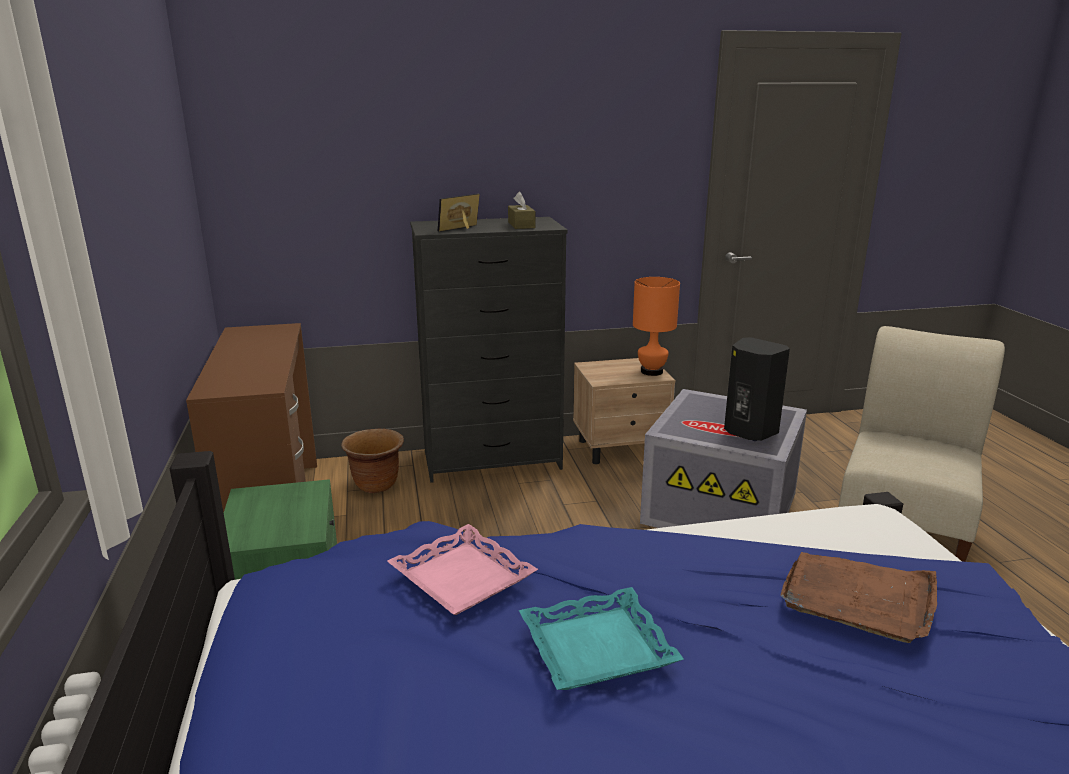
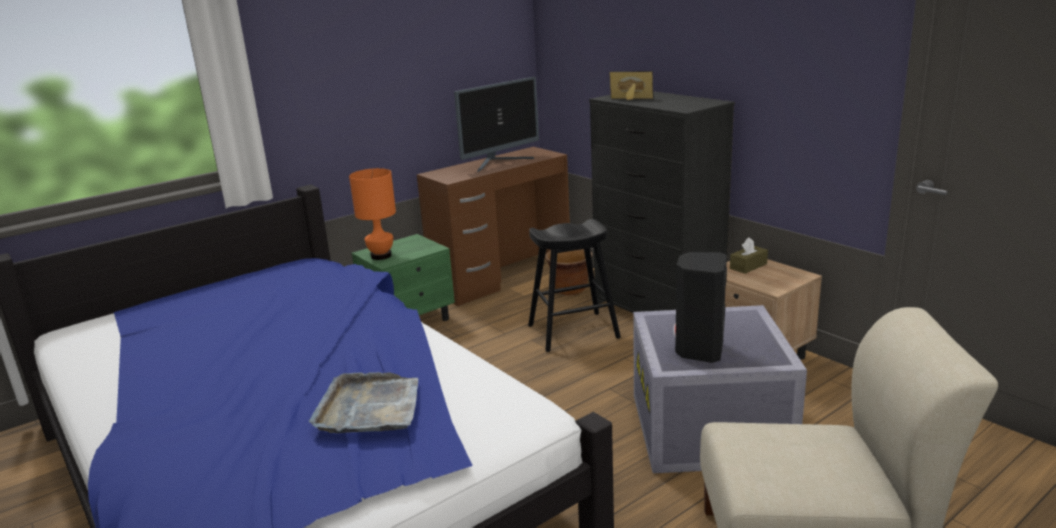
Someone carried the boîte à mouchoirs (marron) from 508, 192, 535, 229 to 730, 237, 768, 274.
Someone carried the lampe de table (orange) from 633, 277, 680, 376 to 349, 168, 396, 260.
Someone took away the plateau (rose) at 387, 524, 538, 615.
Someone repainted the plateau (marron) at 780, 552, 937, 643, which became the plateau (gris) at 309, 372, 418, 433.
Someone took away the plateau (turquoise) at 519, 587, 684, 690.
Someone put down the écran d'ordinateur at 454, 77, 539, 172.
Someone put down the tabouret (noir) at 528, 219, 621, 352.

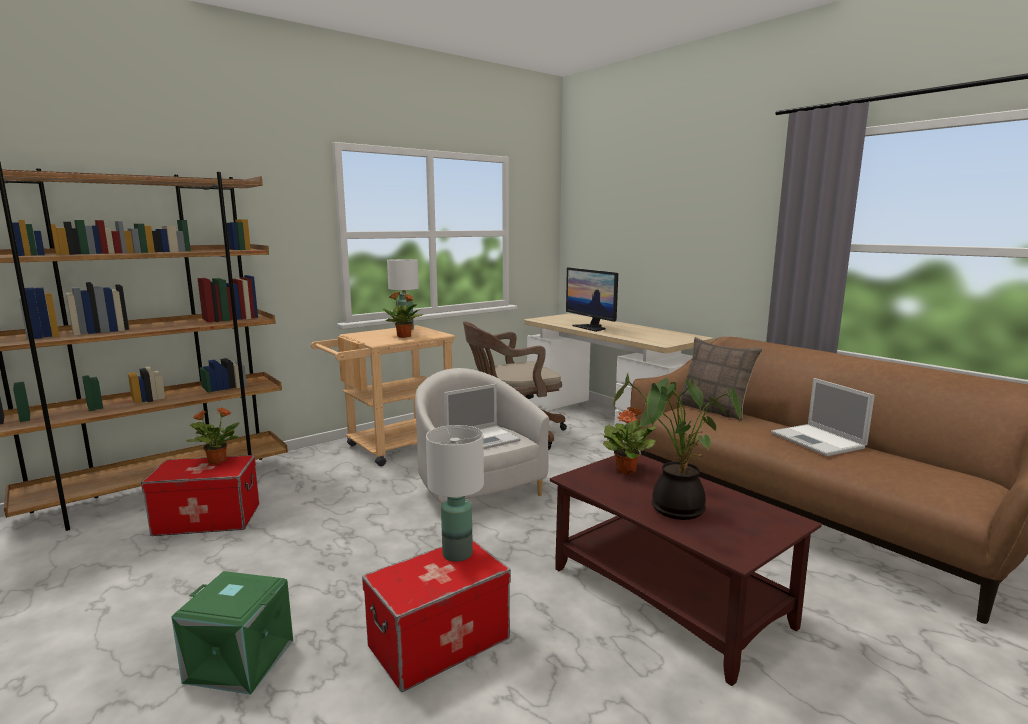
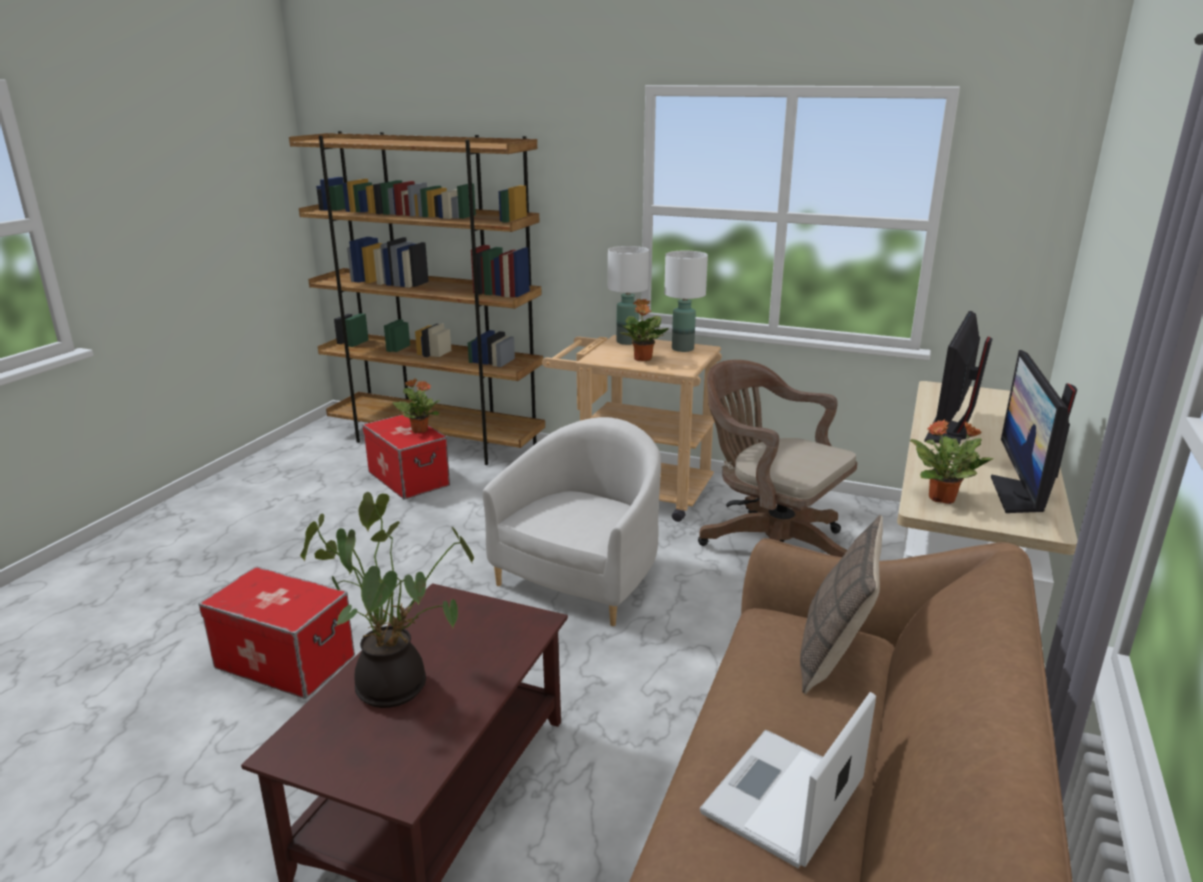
Someone took away the ordinateur portable at 444, 384, 521, 449.
Someone carried the plante en pot from 602, 407, 657, 474 to 910, 419, 993, 504.
Someone carried the lampe de table (blanc) from 426, 425, 484, 562 to 608, 246, 649, 345.
Someone took away the boîte de rangement (vert) at 171, 571, 293, 695.
Someone put down the écran d'ordinateur at 991, 350, 1078, 513.

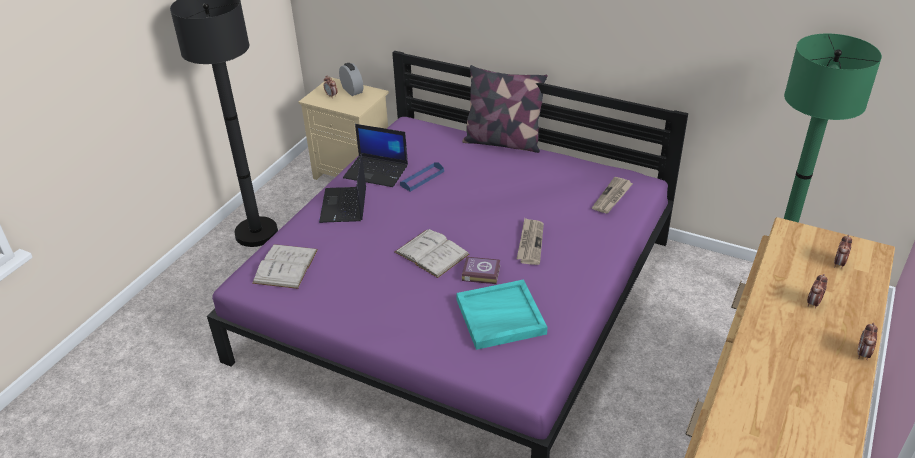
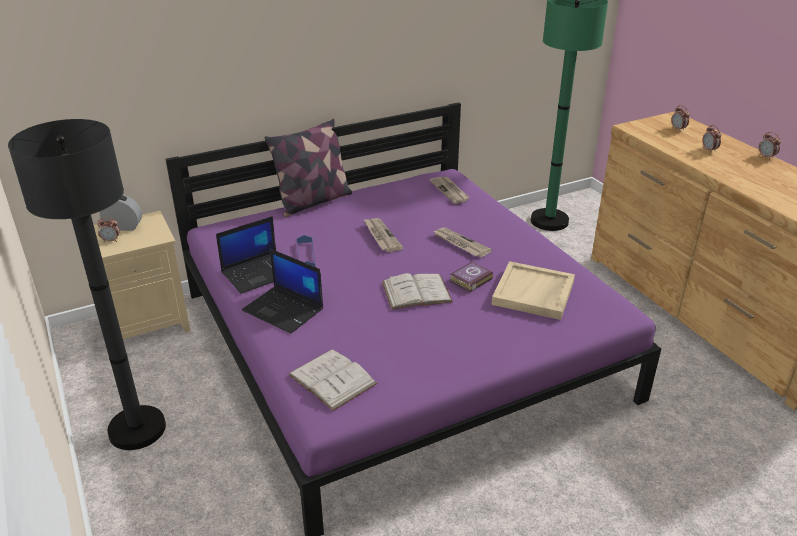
Someone repainted the plateau (turquoise) at 456, 279, 547, 350, which became the plateau (beige) at 491, 261, 575, 320.
Someone put down the journal at 364, 218, 404, 252.

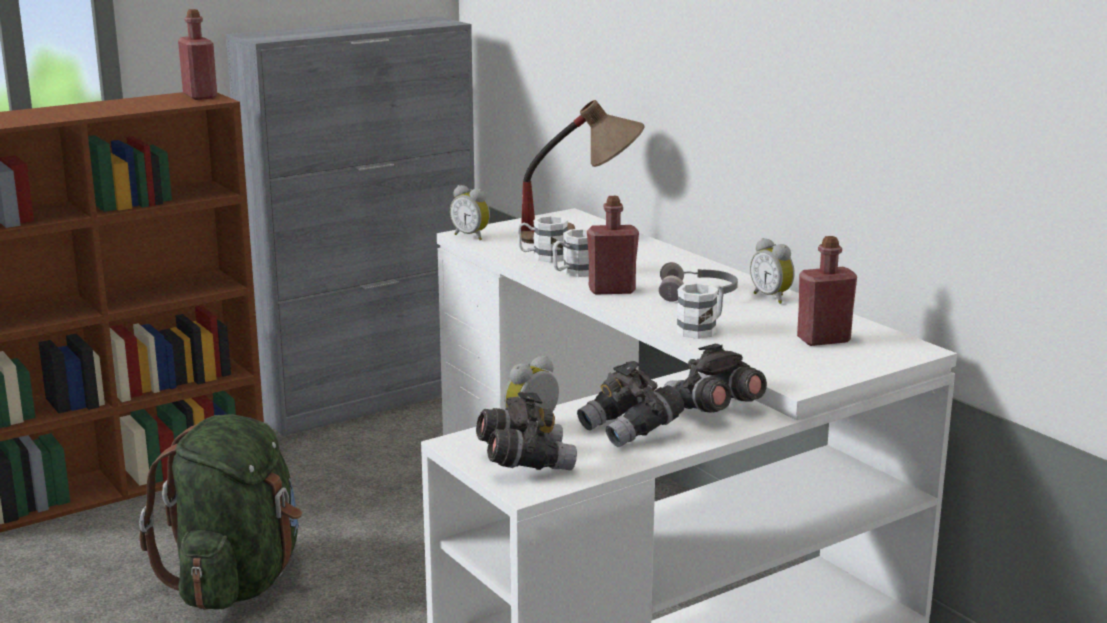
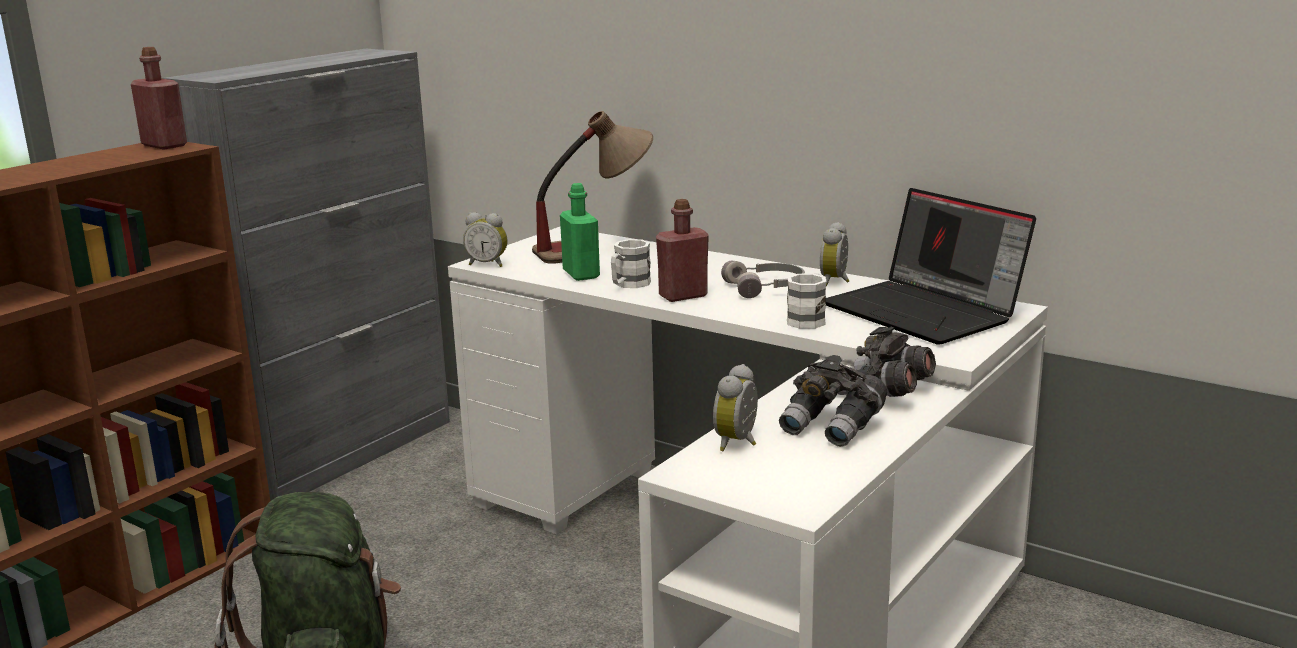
Someone swapped the mug (blanc) at 518, 216, 568, 262 for the bouteille (vert) at 560, 183, 600, 281.
Someone swapped the bouteille (rouge) at 797, 236, 857, 346 for the ordinateur portable at 826, 188, 1036, 345.
Someone rotated the réveil at 750, 238, 795, 304 by 75 degrees clockwise.
Someone took away the jumelles (gris) at 476, 392, 577, 470.

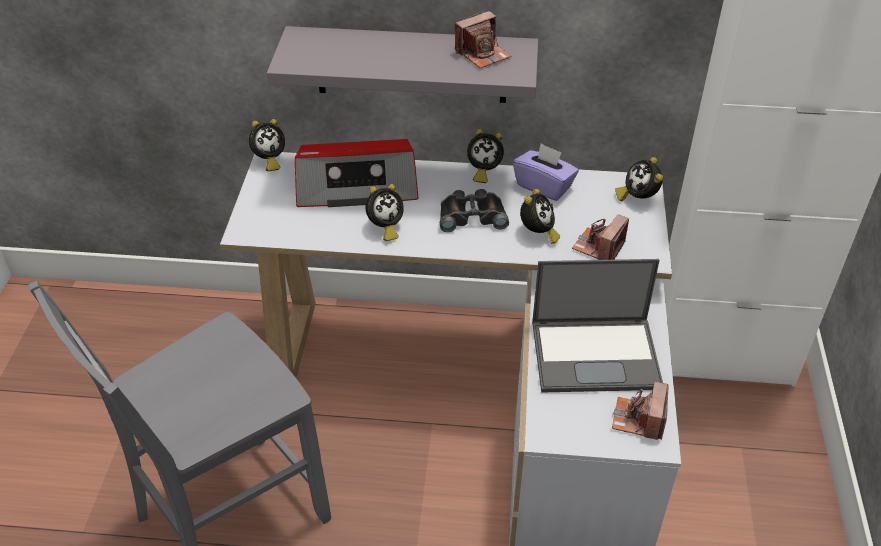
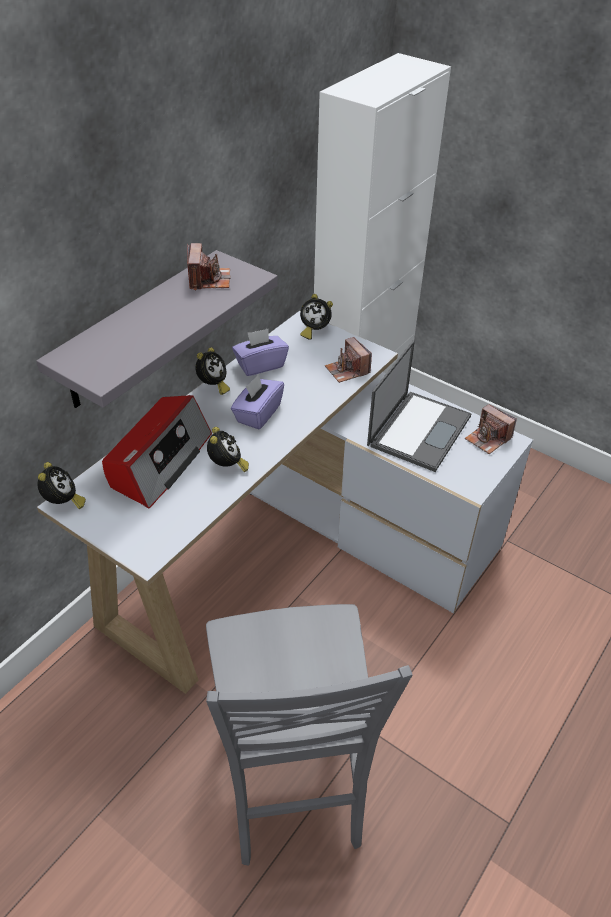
Someone swapped the jumelles (noir) at 440, 189, 509, 232 for the boîte à mouchoirs (violet) at 231, 374, 284, 430.
Someone took away the réveil at 520, 189, 560, 244.

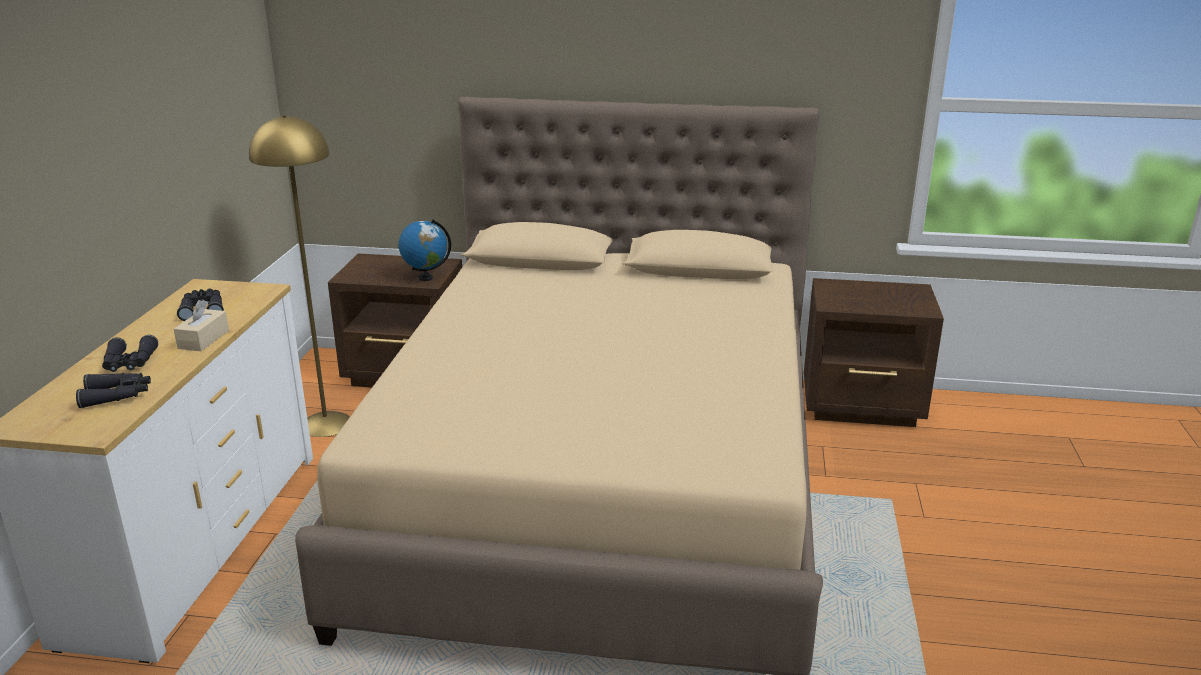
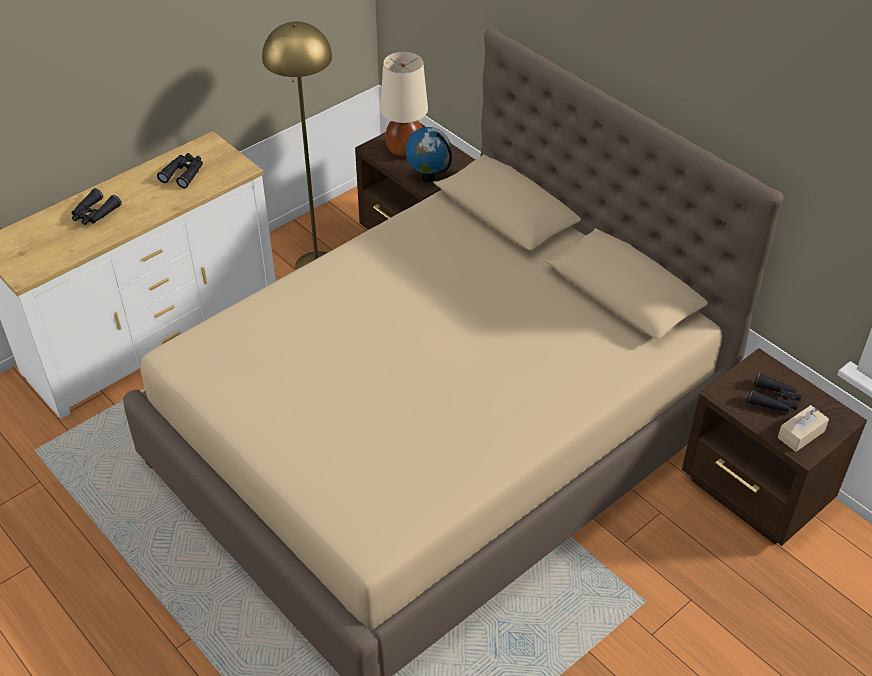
Someone carried the boîte à mouchoirs (beige) from 174, 300, 229, 351 to 778, 405, 829, 452.
Someone carried the jumelles (noir) from 76, 373, 151, 408 to 747, 373, 802, 412.
Someone put down the lampe de table (beige) at 380, 52, 428, 158.

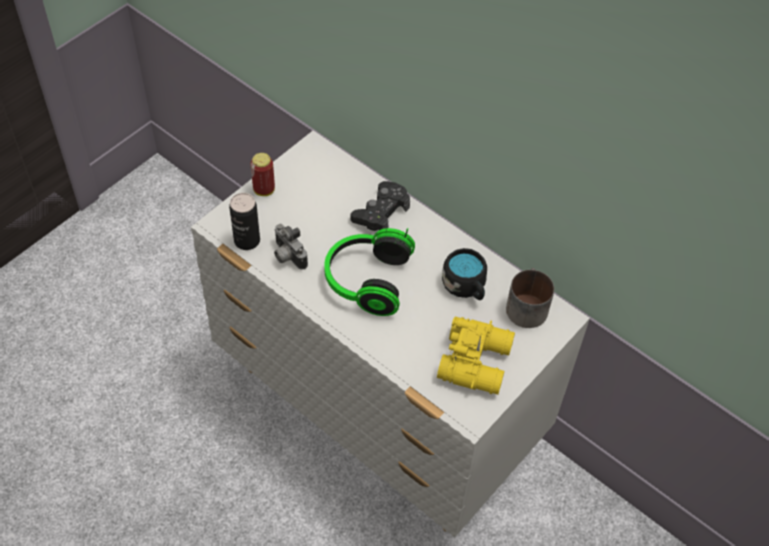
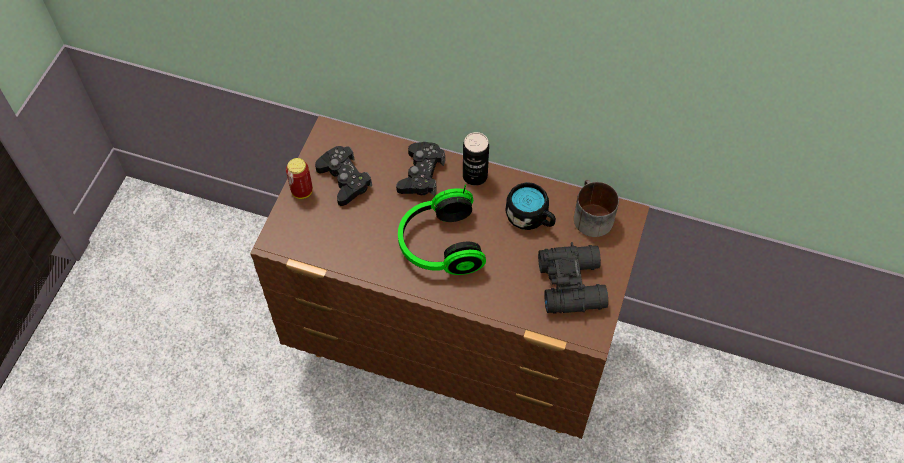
Someone repainted the commode (blanc) at 191, 130, 590, 538, which became the commode (marron) at 250, 116, 650, 439.
Someone carried the boîte métallique from 229, 193, 260, 250 to 463, 132, 489, 186.
Someone took away the appareil photo at 274, 224, 308, 270.
Someone repainted the jumelles (jaune) at 437, 317, 515, 394, which became the jumelles (noir) at 538, 242, 608, 314.
Someone put down the manette (noir) at 315, 146, 372, 206.

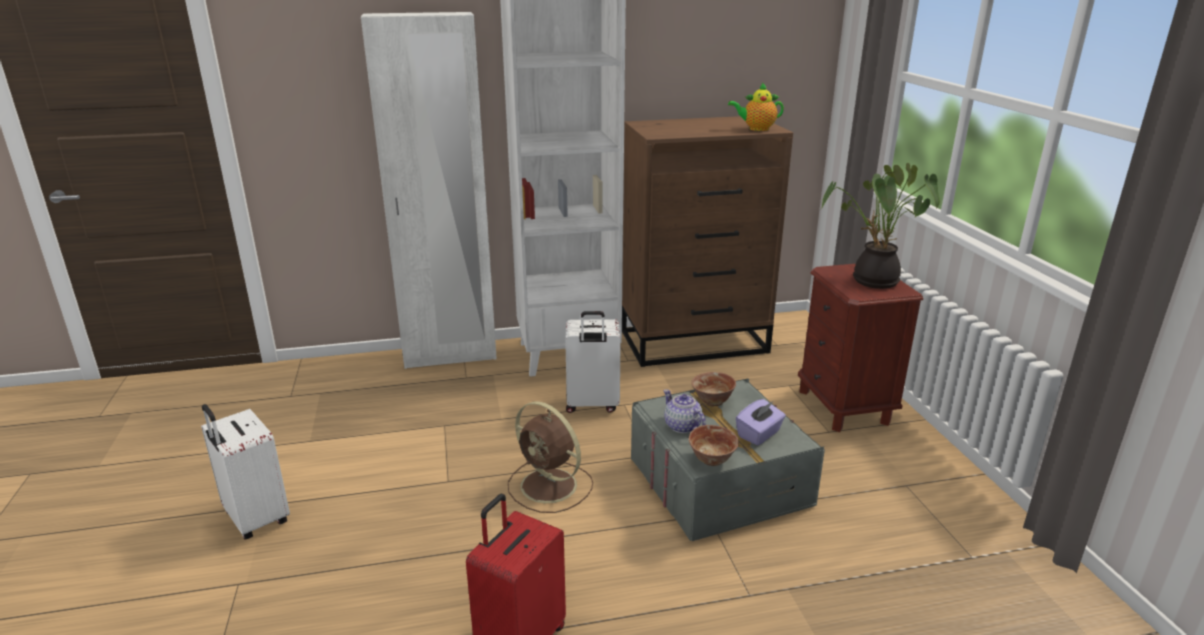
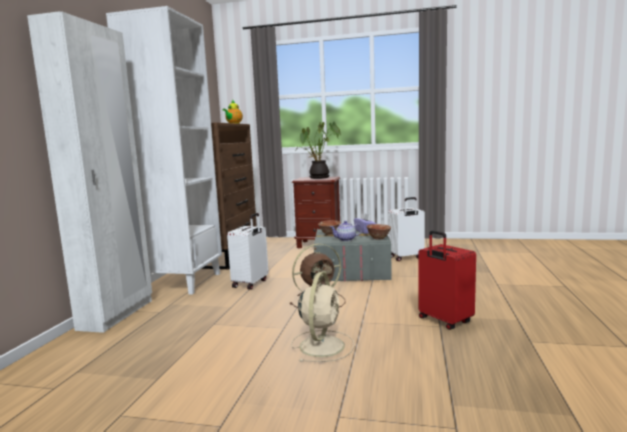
Someone carried the valise (blanc) from 201, 404, 290, 540 to 388, 197, 425, 261.
Someone put down the ventilateur (beige) at 291, 272, 354, 362.

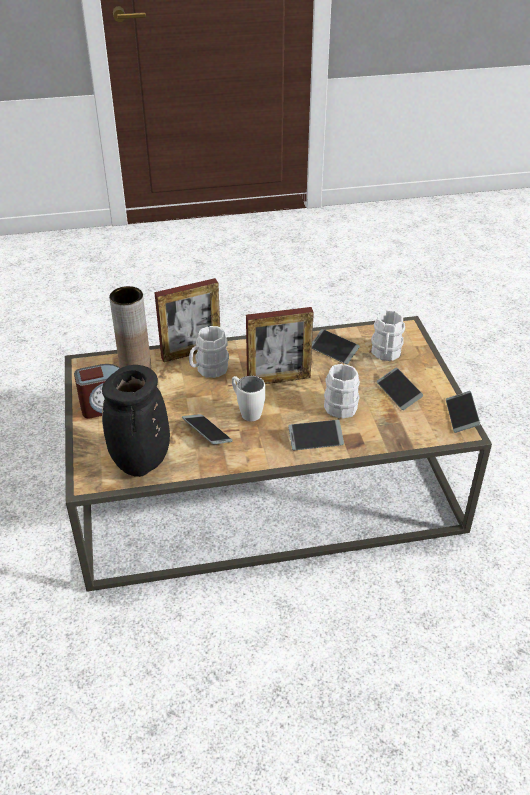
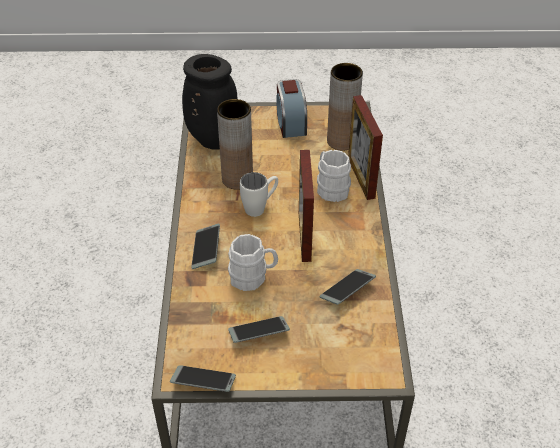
Someone took away the mug (blanc) at 371, 310, 405, 361.
Someone swapped the téléphone at 182, 414, 233, 444 for the vase (marron) at 217, 99, 253, 190.

